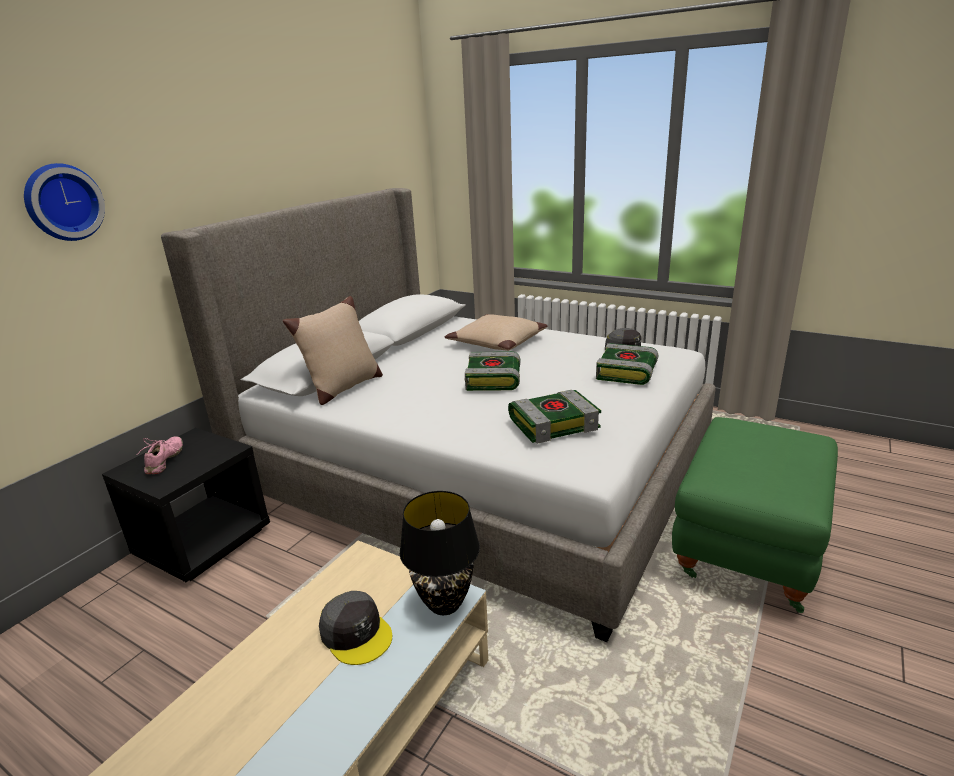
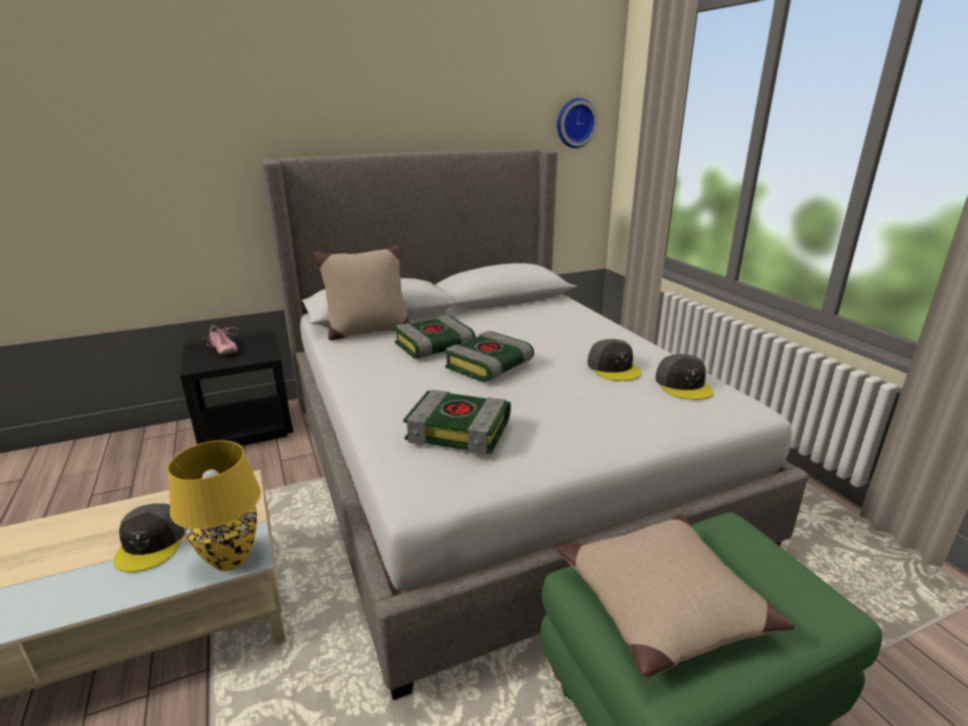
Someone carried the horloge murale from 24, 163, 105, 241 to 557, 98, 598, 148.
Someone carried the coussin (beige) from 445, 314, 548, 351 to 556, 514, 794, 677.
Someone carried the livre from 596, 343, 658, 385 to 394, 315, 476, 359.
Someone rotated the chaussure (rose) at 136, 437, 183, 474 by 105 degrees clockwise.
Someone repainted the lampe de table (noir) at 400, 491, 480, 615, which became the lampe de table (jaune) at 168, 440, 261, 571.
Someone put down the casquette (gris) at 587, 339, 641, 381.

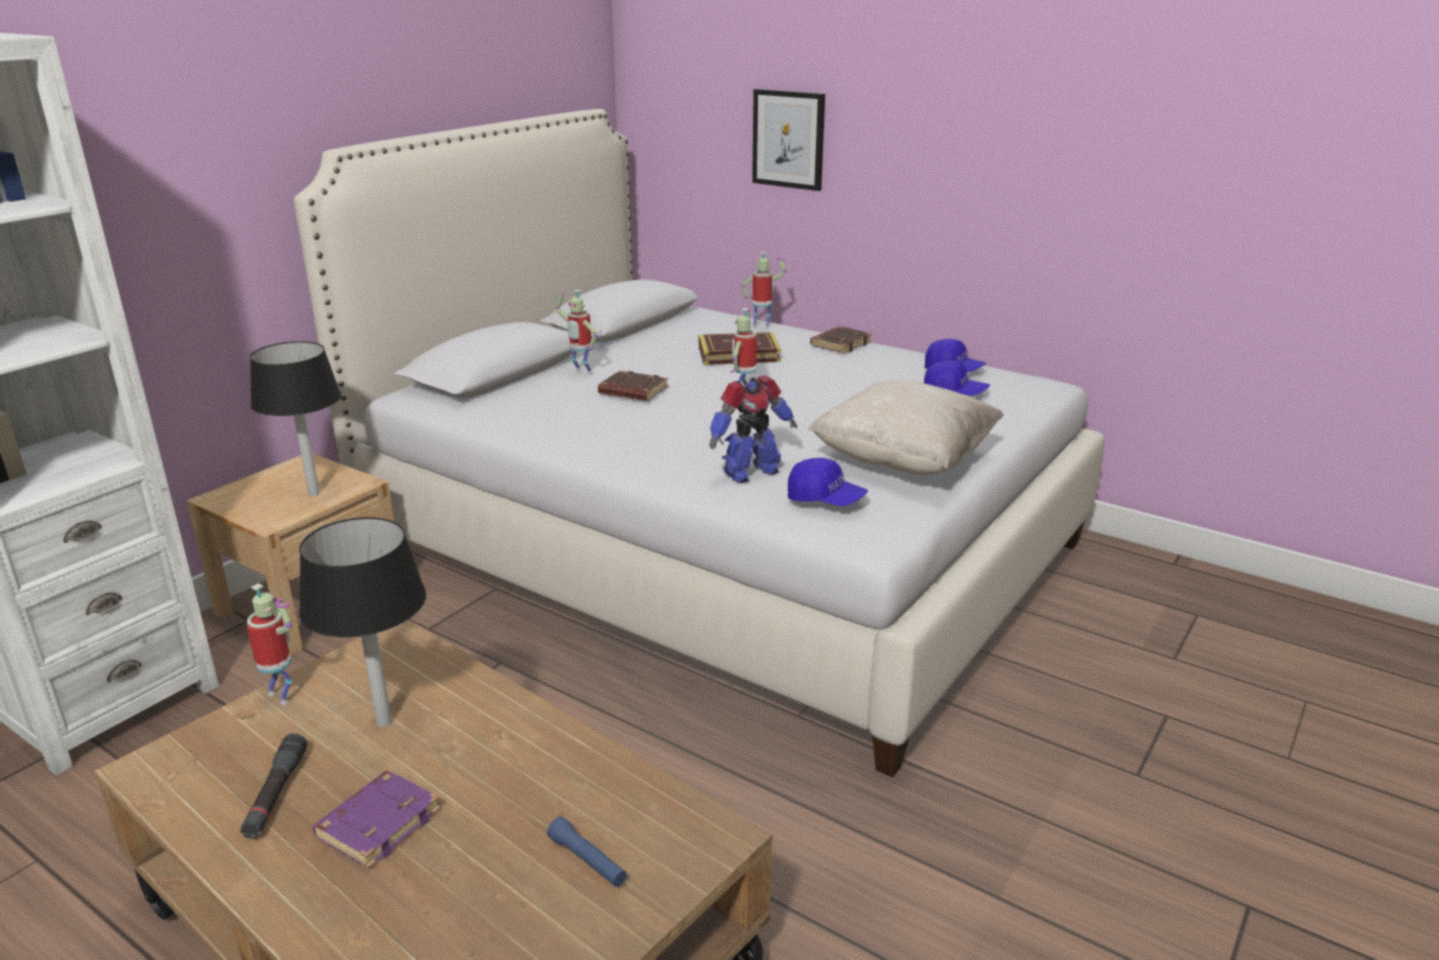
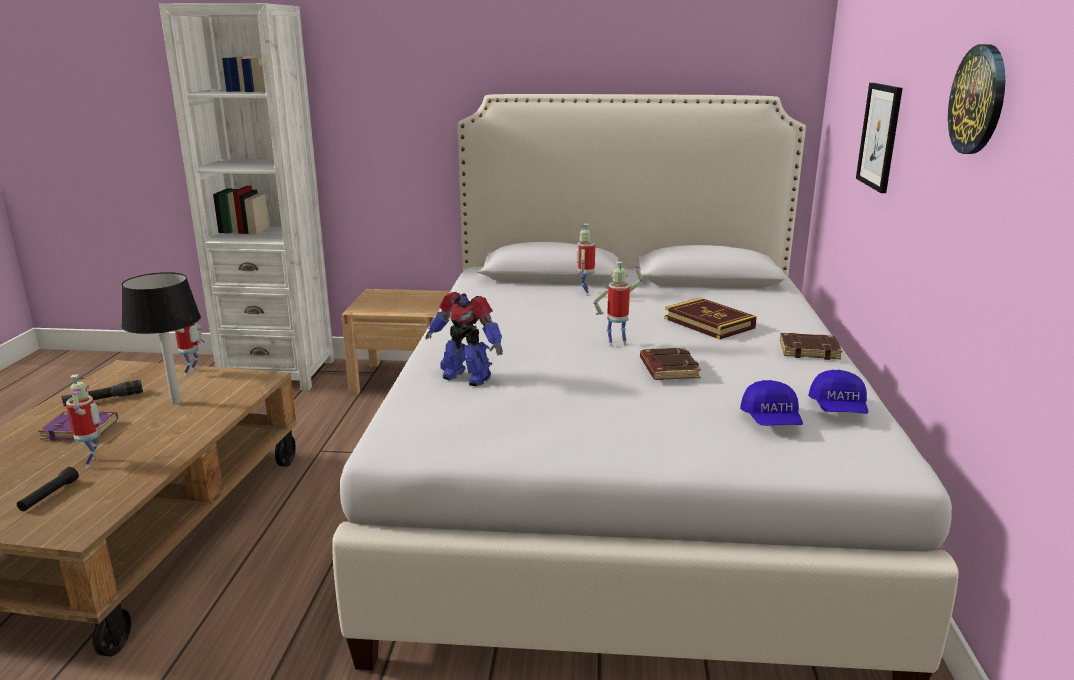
Someone carried the robot jouet from 741, 252, 786, 329 to 66, 374, 102, 468.
Someone took away the lampe de table (noir) at 250, 341, 341, 496.
Someone carried the livre (marron) from 598, 370, 668, 401 to 640, 348, 701, 380.
Someone took away the coussin (beige) at 808, 380, 1004, 476.
Someone took away the casquette (bleu) at 788, 458, 868, 506.
Someone repainted the lampe de poche (bleu) at 547, 817, 627, 887, which became the lampe de poche (noir) at 17, 467, 79, 511.
Someone put up the horloge murale at 948, 44, 1005, 154.

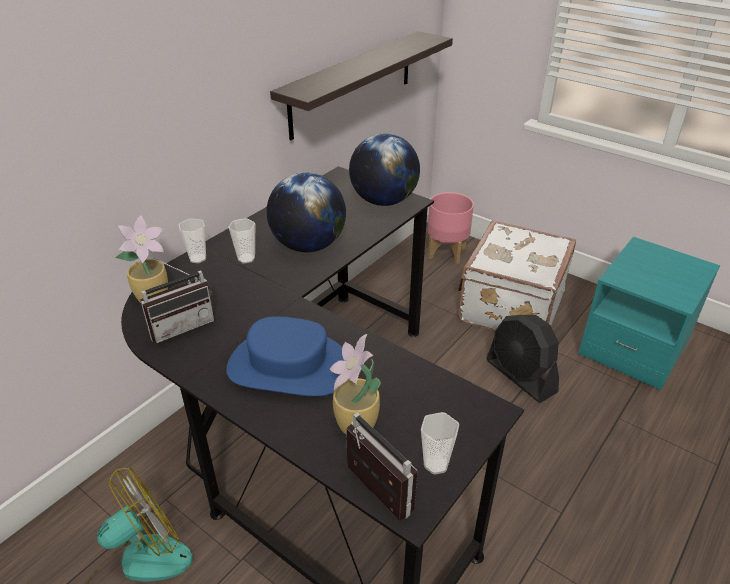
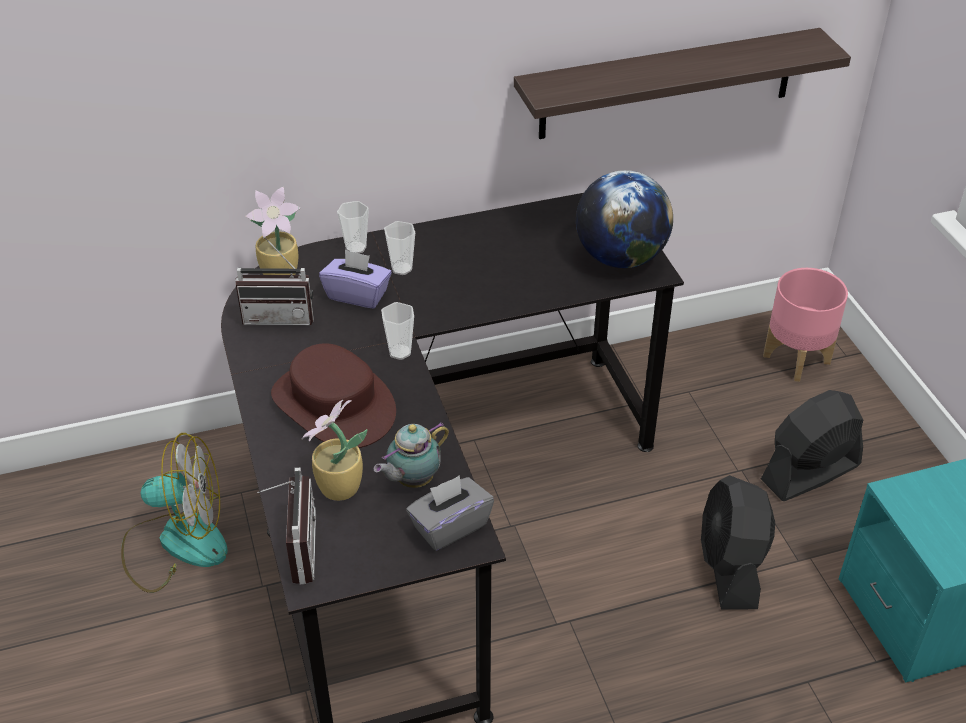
Someone took away the globe at 267, 172, 346, 252.
Someone swapped the valise (blanc) at 458, 220, 576, 331 for the ventilateur (noir) at 761, 390, 863, 501.
Someone repainted the chapeau (bleu) at 226, 316, 345, 397, which became the chapeau (marron) at 271, 343, 396, 448.
Someone carried the tasse from 421, 412, 459, 475 to 381, 302, 414, 360.
Someone put down the boîte à mouchoirs (violet) at 319, 249, 392, 309.
Someone put down the théière at 374, 422, 449, 488.
Someone put down the boîte à mouchoirs (gris) at 406, 475, 494, 551.

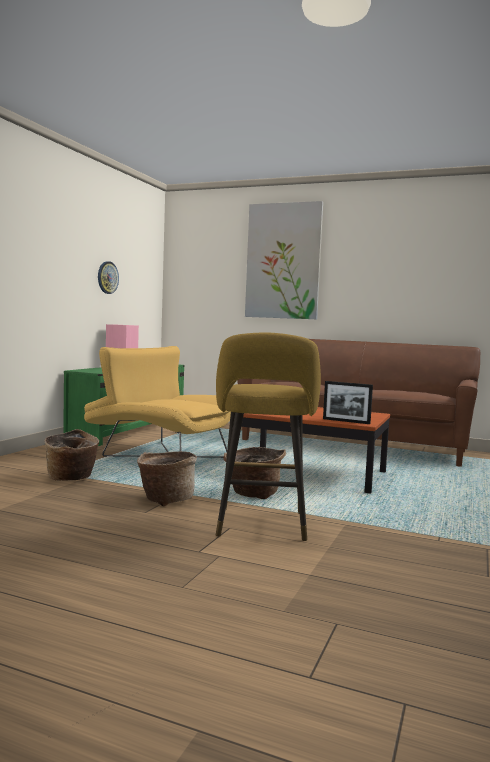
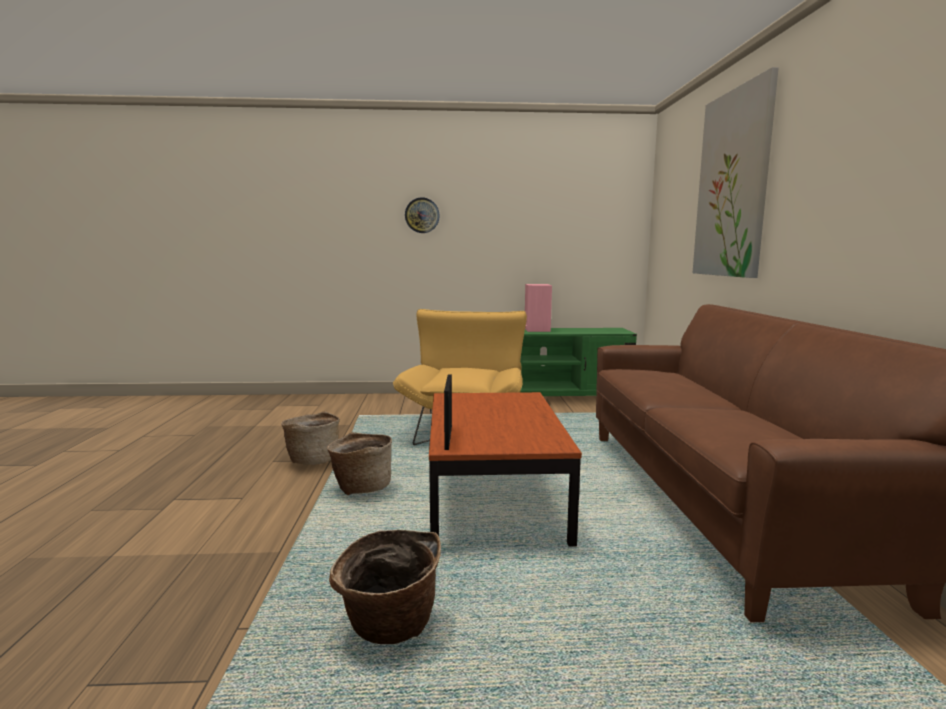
Someone carried the horloge murale from 98, 261, 119, 294 to 405, 198, 440, 233.
Someone took away the tabouret (jaune) at 216, 333, 321, 541.
Someone carried the panier from 44, 429, 99, 481 to 329, 530, 441, 644.

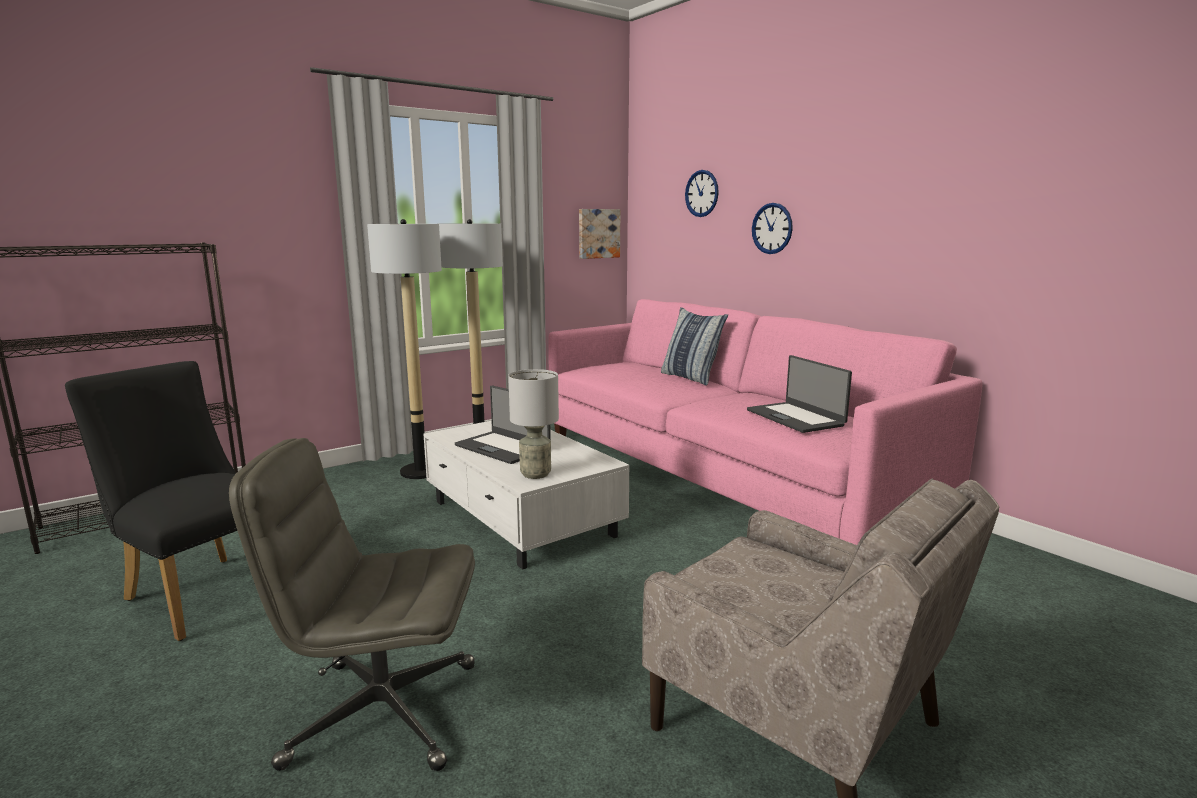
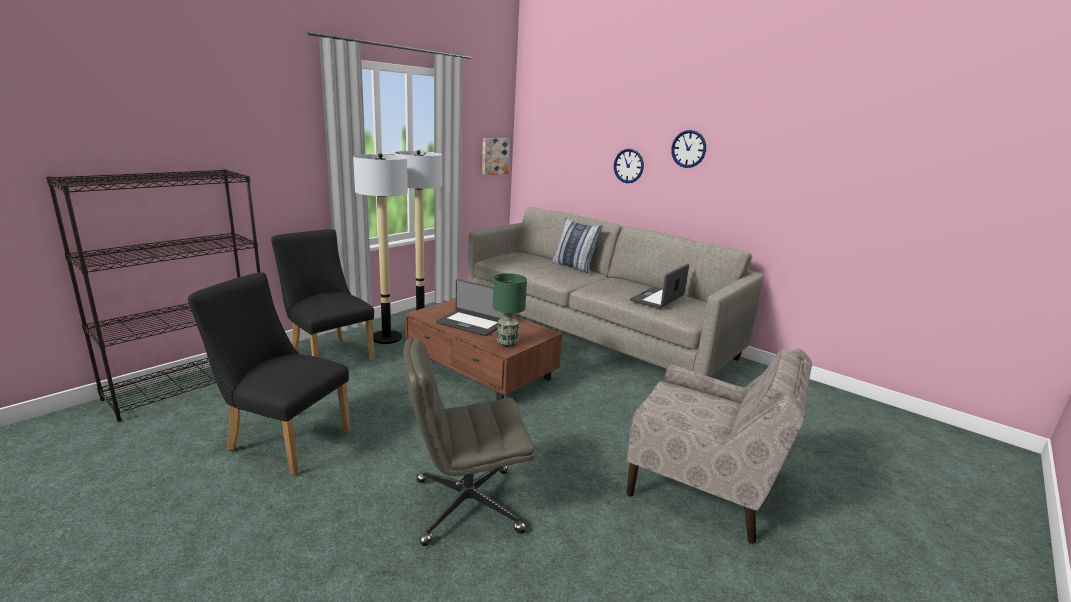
Someone carried the horloge murale from 685, 170, 719, 217 to 671, 130, 706, 168.
Someone repainted the canapé (rose) at 548, 299, 982, 545, which became the canapé (gris) at 467, 207, 764, 377.
Someone rotated the ordinateur portable at 747, 355, 852, 433 by 75 degrees clockwise.
Someone repainted the lampe de table (gris) at 508, 369, 559, 479, which became the lampe de table (vert) at 493, 273, 527, 347.
Someone repainted the table basse (blanc) at 424, 421, 629, 570, which became the table basse (marron) at 405, 299, 562, 400.
Someone put down the chaise (noir) at 271, 229, 375, 361.

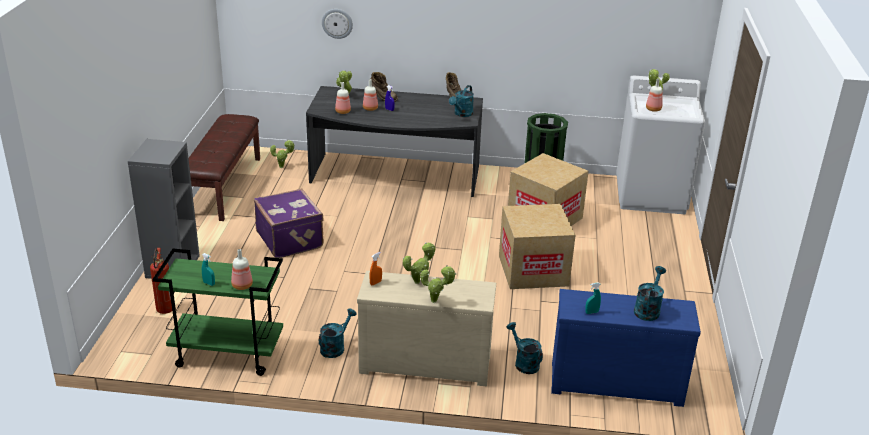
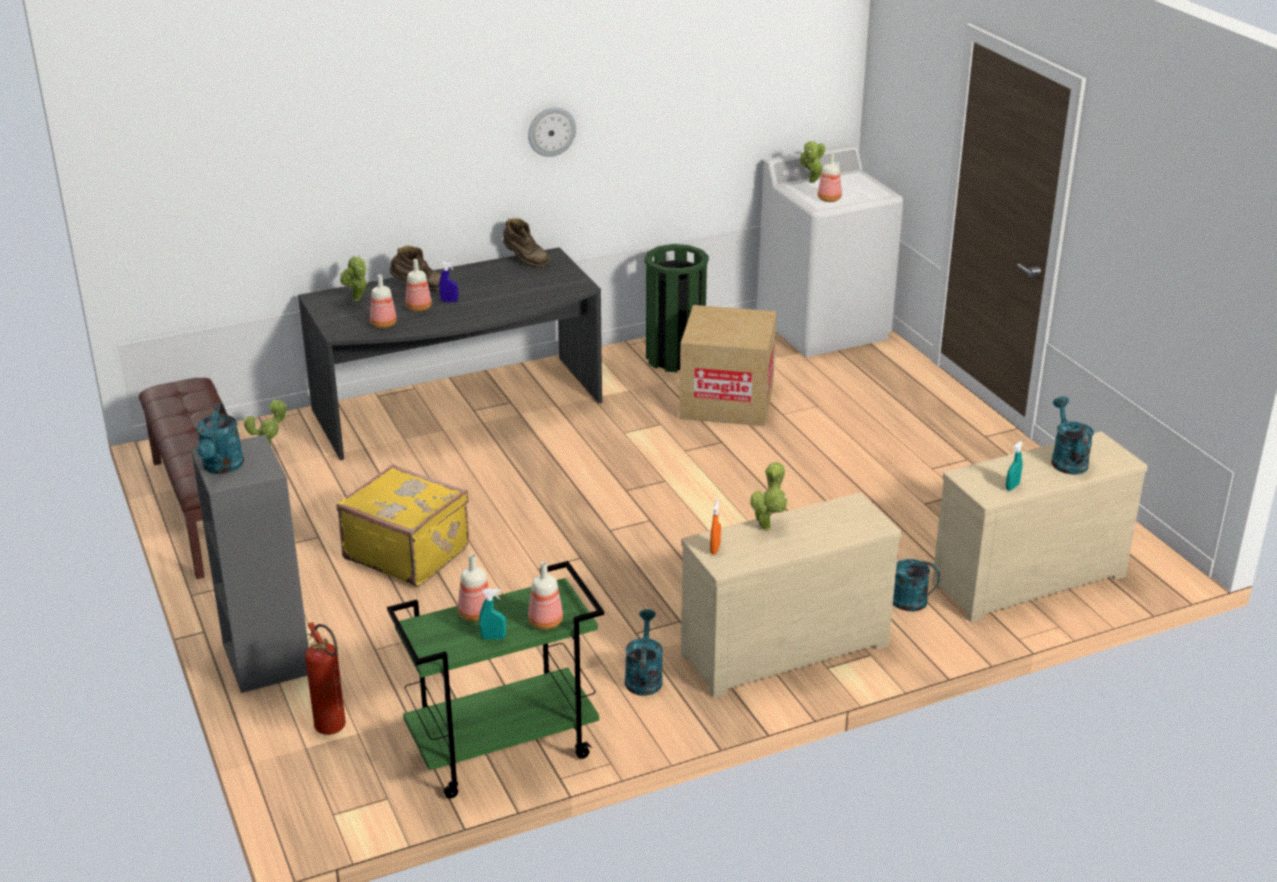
Someone carried the horloge murale from 322, 9, 353, 39 to 528, 107, 576, 157.
Someone carried the arrosoir (turquoise) from 449, 85, 474, 117 to 196, 403, 244, 474.
Someone repainted the valise (violet) at 254, 189, 324, 258, which became the valise (jaune) at 337, 465, 469, 587.
Someone took away the carton at 499, 204, 576, 289.
Someone took away the plante en pot at 420, 265, 456, 303.
Someone repainted the commode (bleu) at 551, 289, 701, 407, which became the commode (beige) at 932, 431, 1148, 622.
Someone put down the bouteille at 458, 554, 489, 621.

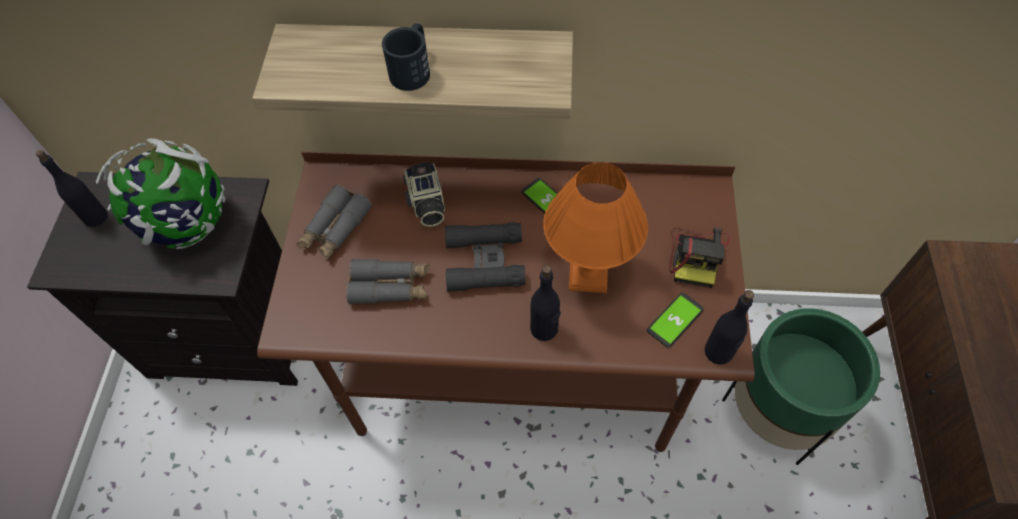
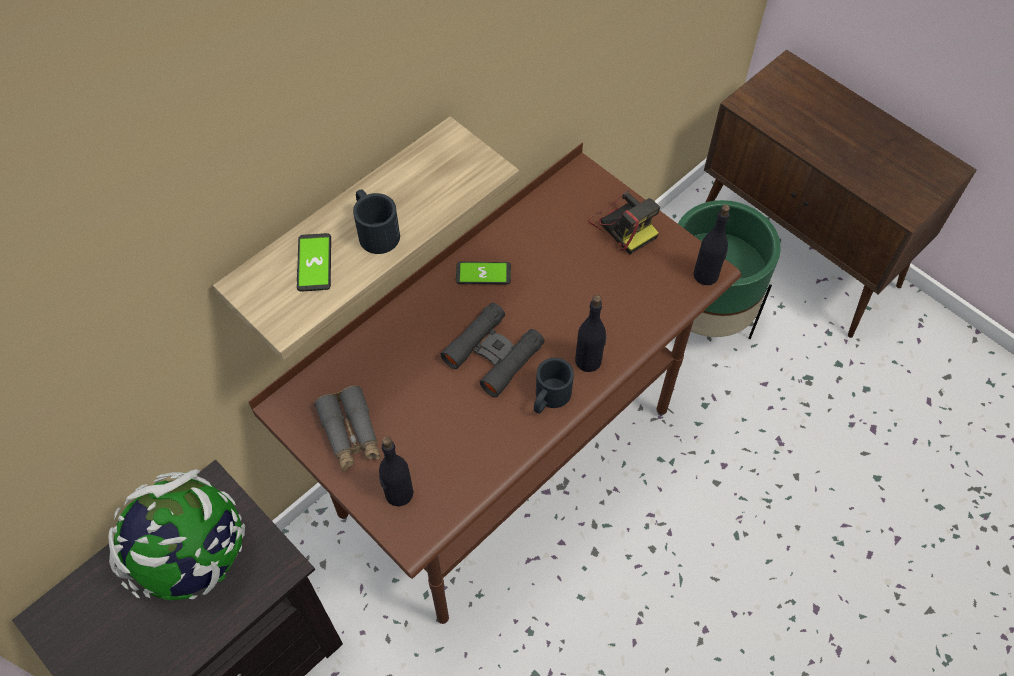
Someone carried the bouteille (noir) from 36, 150, 108, 227 to 379, 437, 413, 507.
Someone took away the appareil photo at 403, 162, 445, 227.
Someone took away the lampe de table (orange) at 543, 162, 648, 293.
Someone took away the jumelles (gris) at 346, 259, 430, 304.
Someone carried the téléphone from 647, 293, 704, 348 to 297, 233, 331, 292.
Someone put down the mug (noir) at 534, 358, 574, 414.

